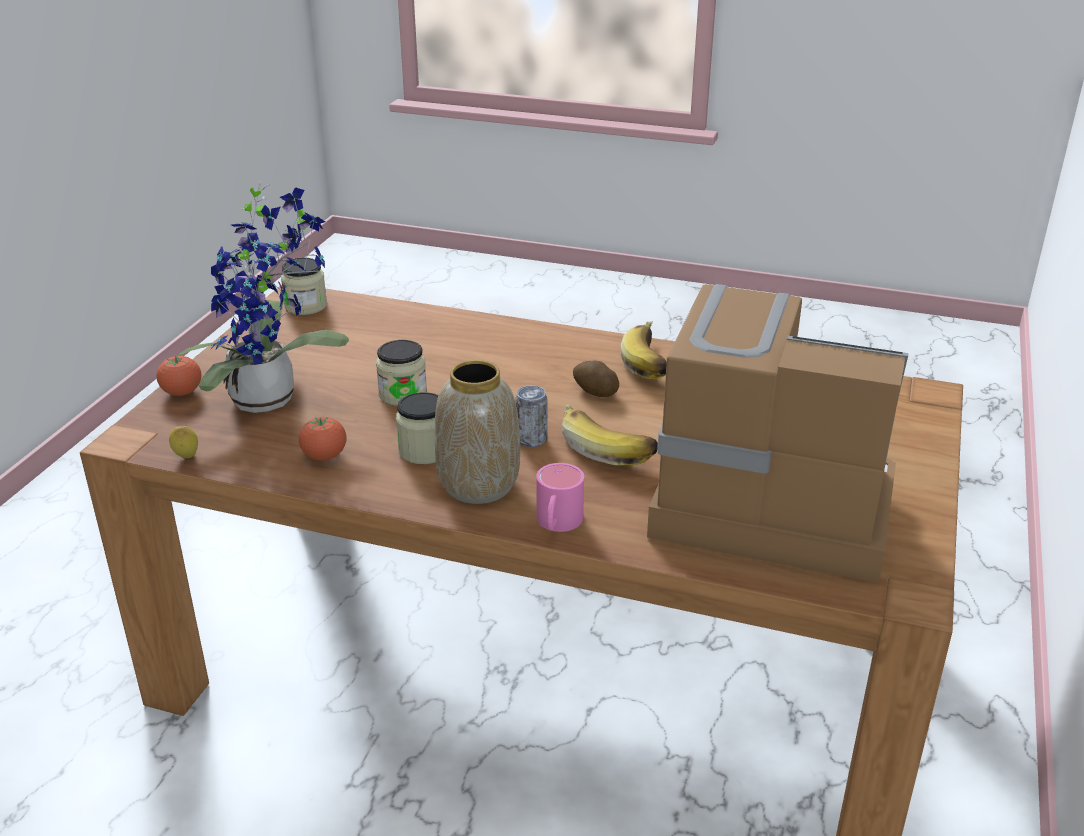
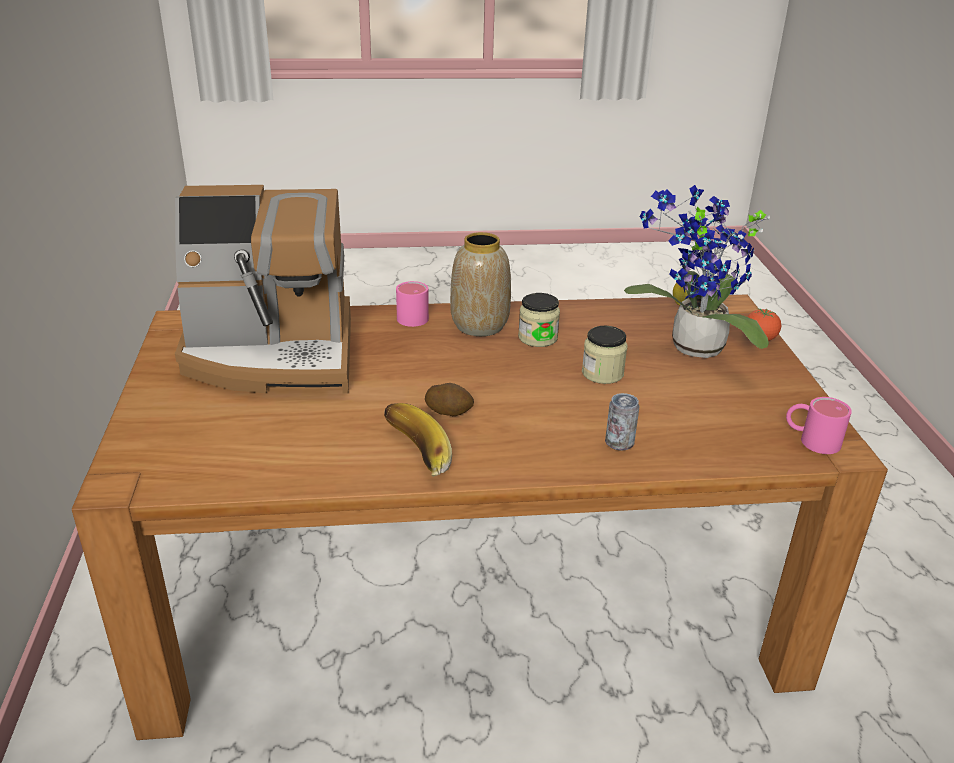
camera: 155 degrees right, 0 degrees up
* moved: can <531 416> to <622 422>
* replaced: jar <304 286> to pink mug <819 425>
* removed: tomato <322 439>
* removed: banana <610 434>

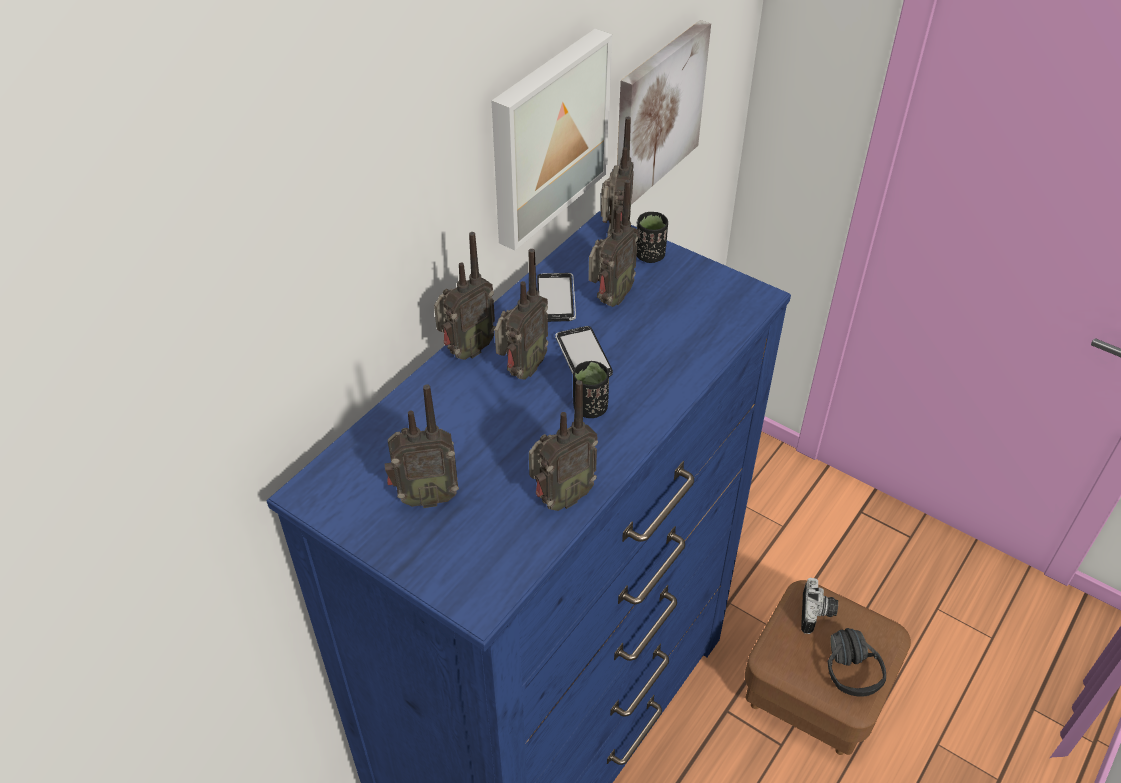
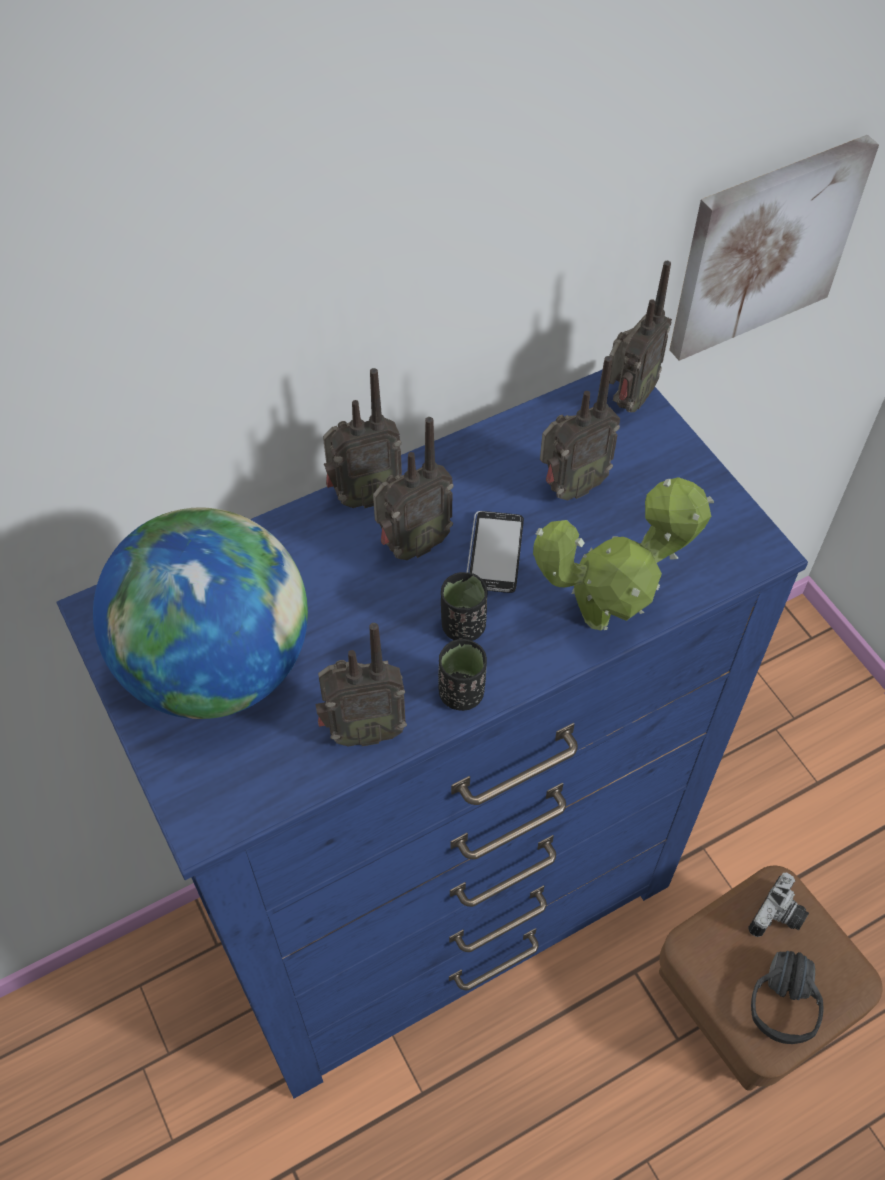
camera: 25 degrees right, 10 degrees up
* replaced: radio <422 446> to globe <200 613>
* moved: black cup <652 237> to <462 675>
* added: potted plant <623 553>
* removed: picture <552 140>
* removed: phone <556 297>

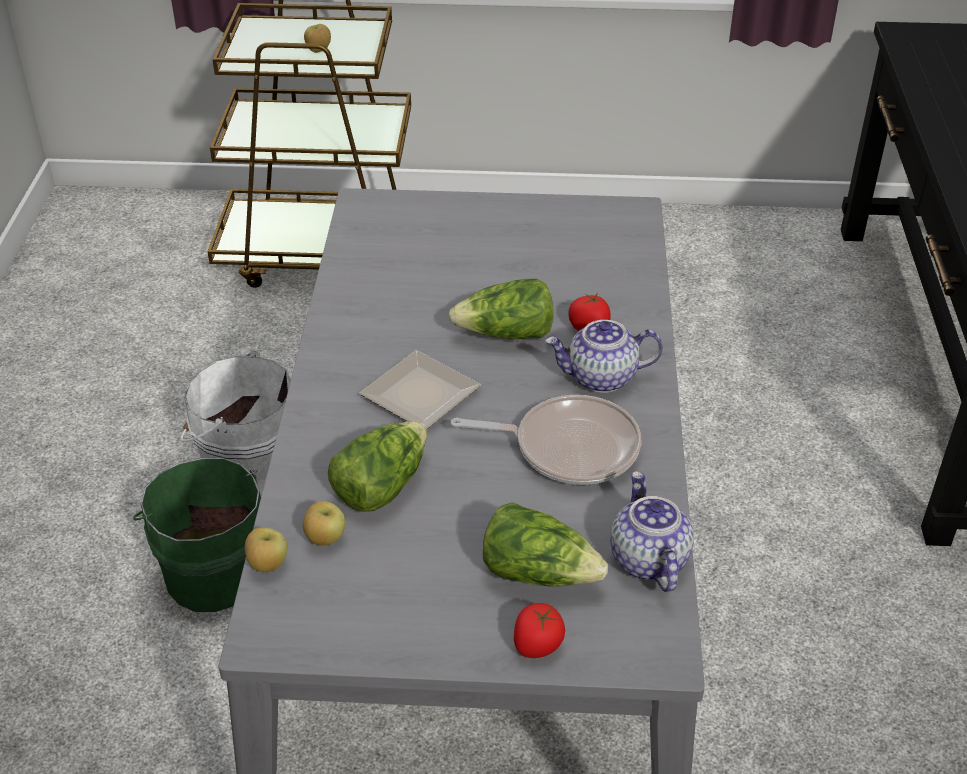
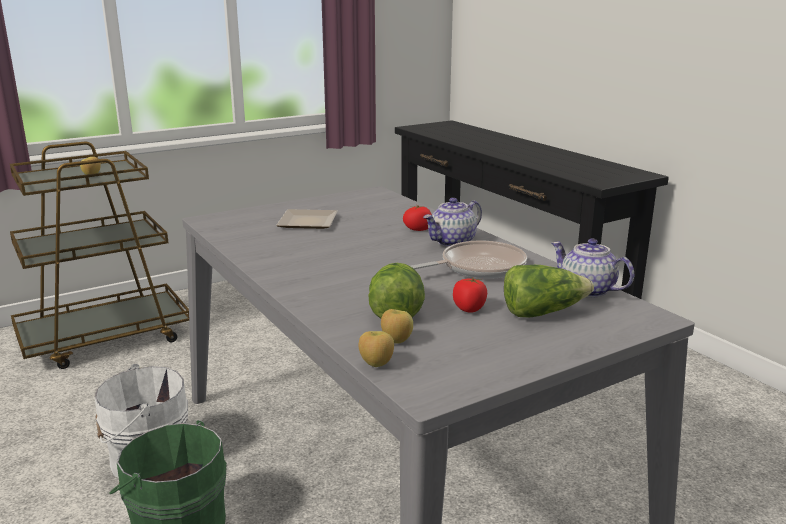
camera: 35 degrees left, 20 degrees down
* moved: plate <420 389> to <306 219>
* moved: tomato <539 630> to <470 295>
* removed: lettuce <500 309>

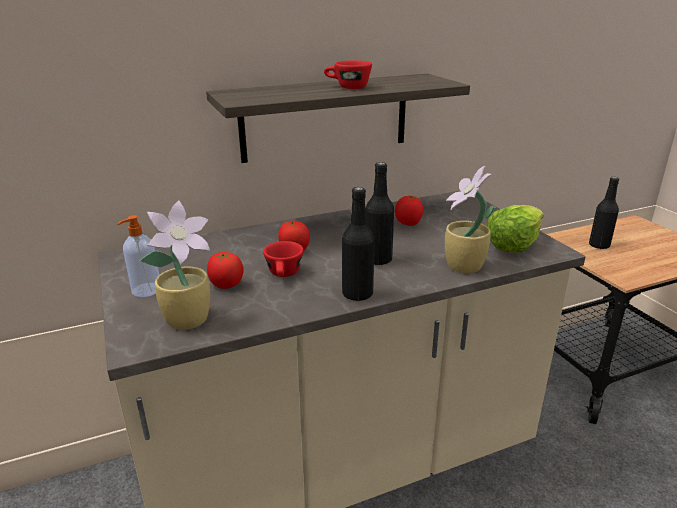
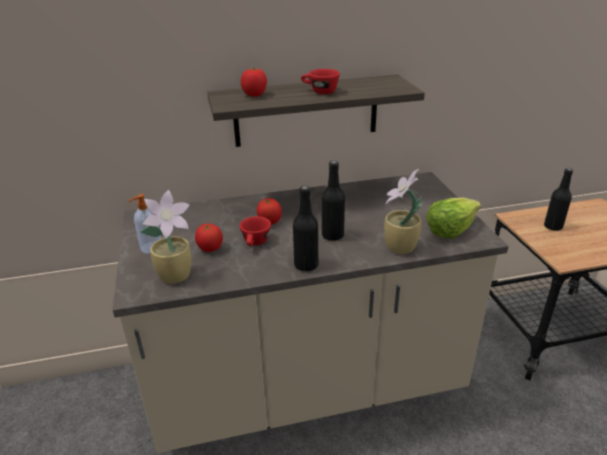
camera: 10 degrees right, 5 degrees up
* moved: tomato <409 211> to <254 82>

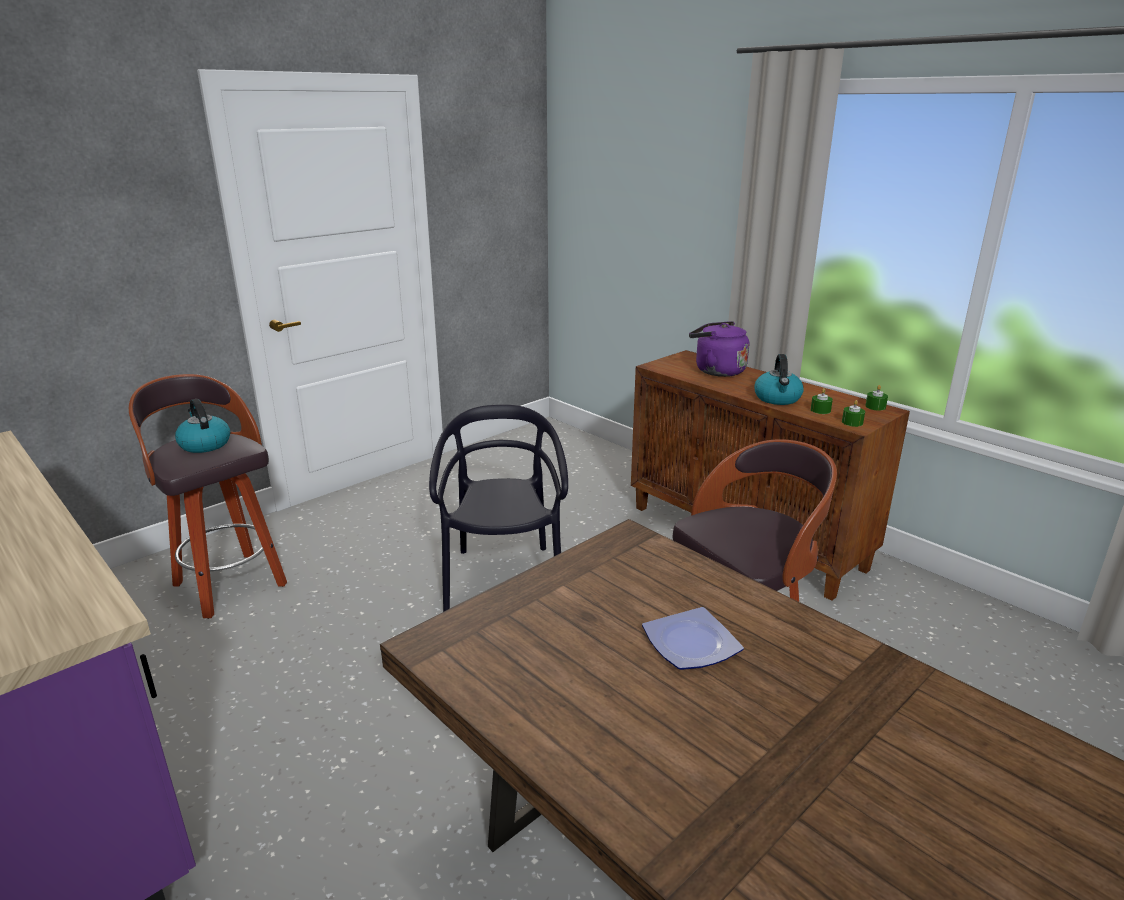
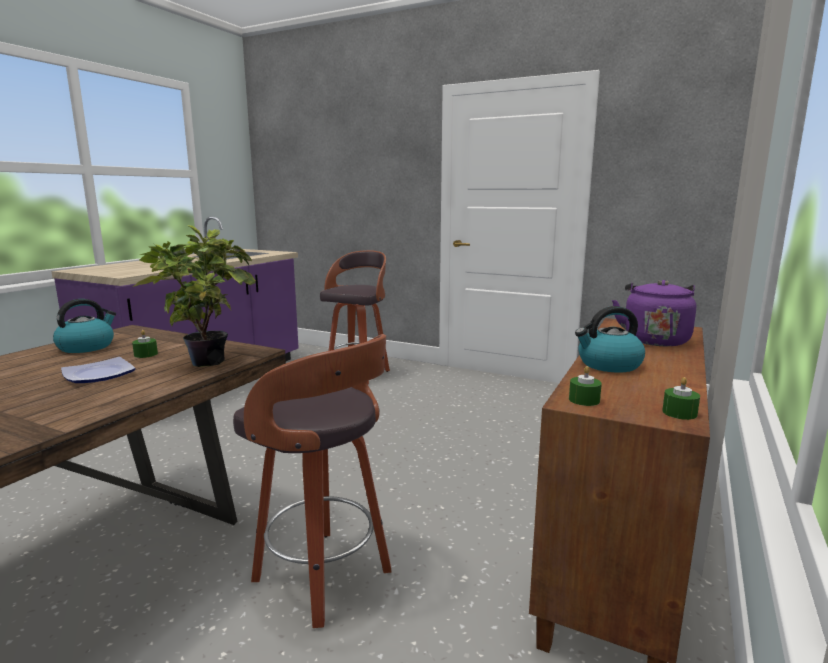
camera: 70 degrees right, 10 degrees down
* moved: kettle <202 426> to <84 326>
* moved: green candle <822 401> to <145 344>
* added: potted plant <194 296>
* removed: black chair <498 508>

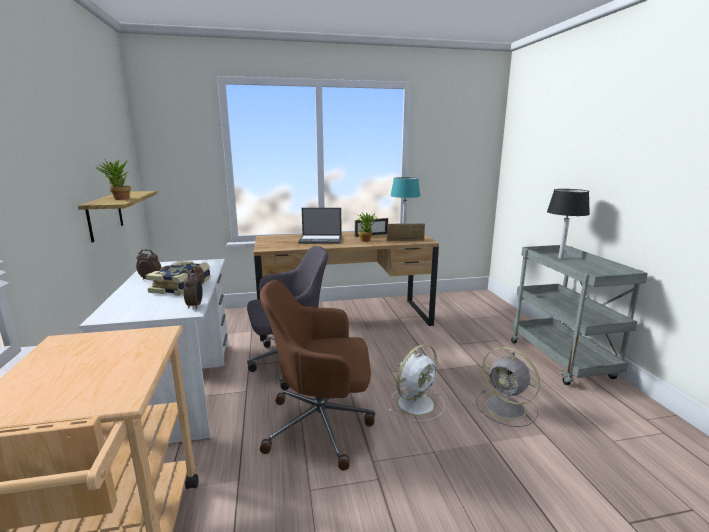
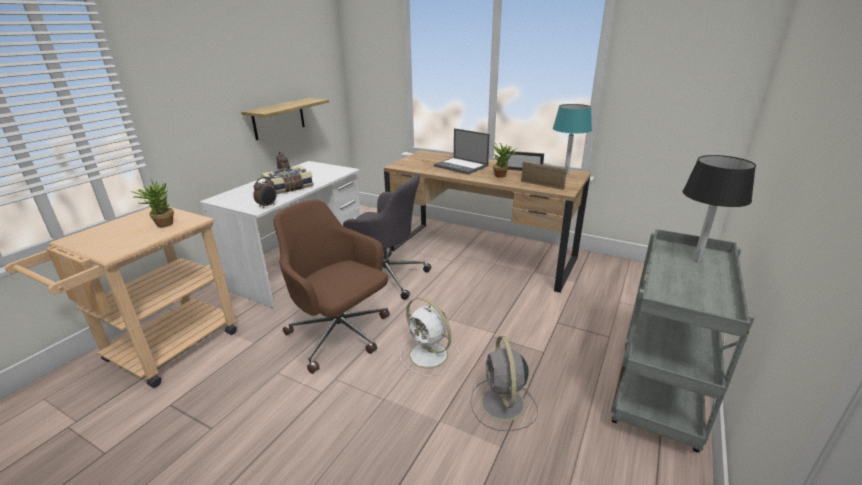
camera: 40 degrees right, 10 degrees up
* moved: potted plant <113 179> to <152 202>
* turned: white fan <416 383> = <430 336> 45 degrees clockwise

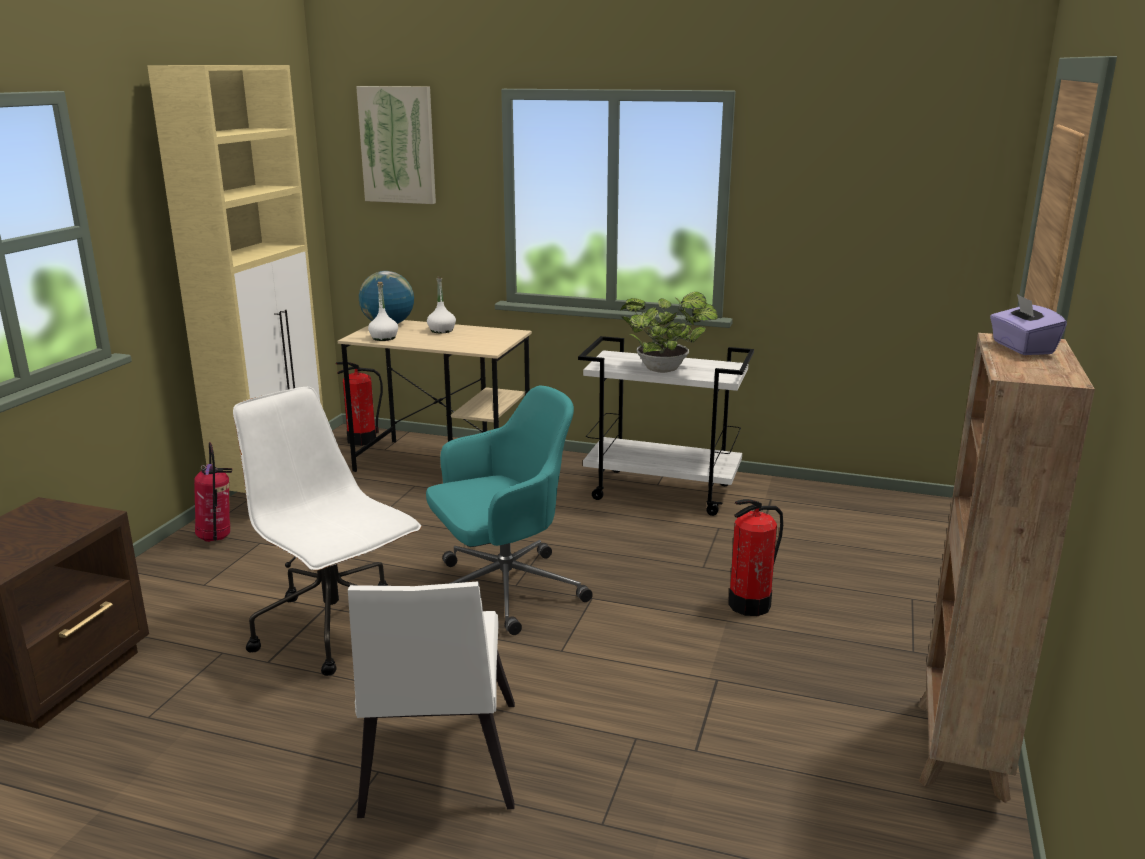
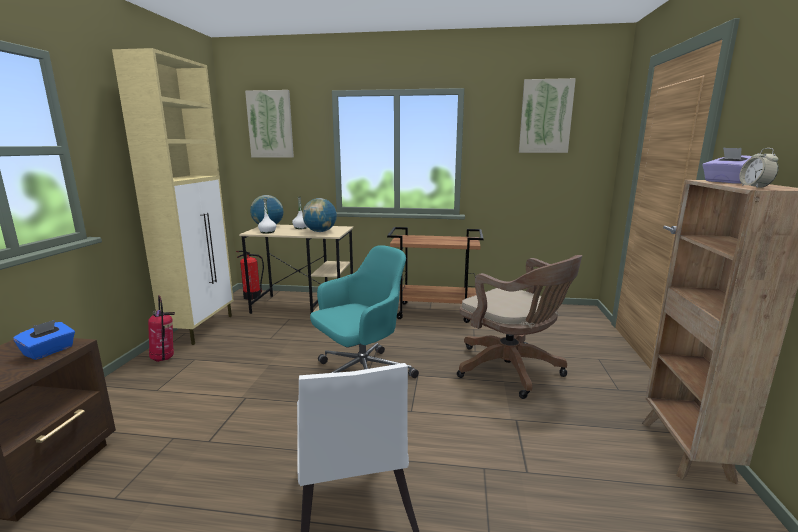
camera: 10 degrees left, 5 degrees down
* added: blue tissue box <44 340>
* added: globe <320 215>
* recoloured: white cart <666 426> to brown cart <435 275>
* replaced: fire extinguisher <755 557> to brown office chair <519 327>
* added: picture <547 115>
* added: alarm clock <759 168>
* removed: white office chair <327 531>
* removed: potted plant <669 332>

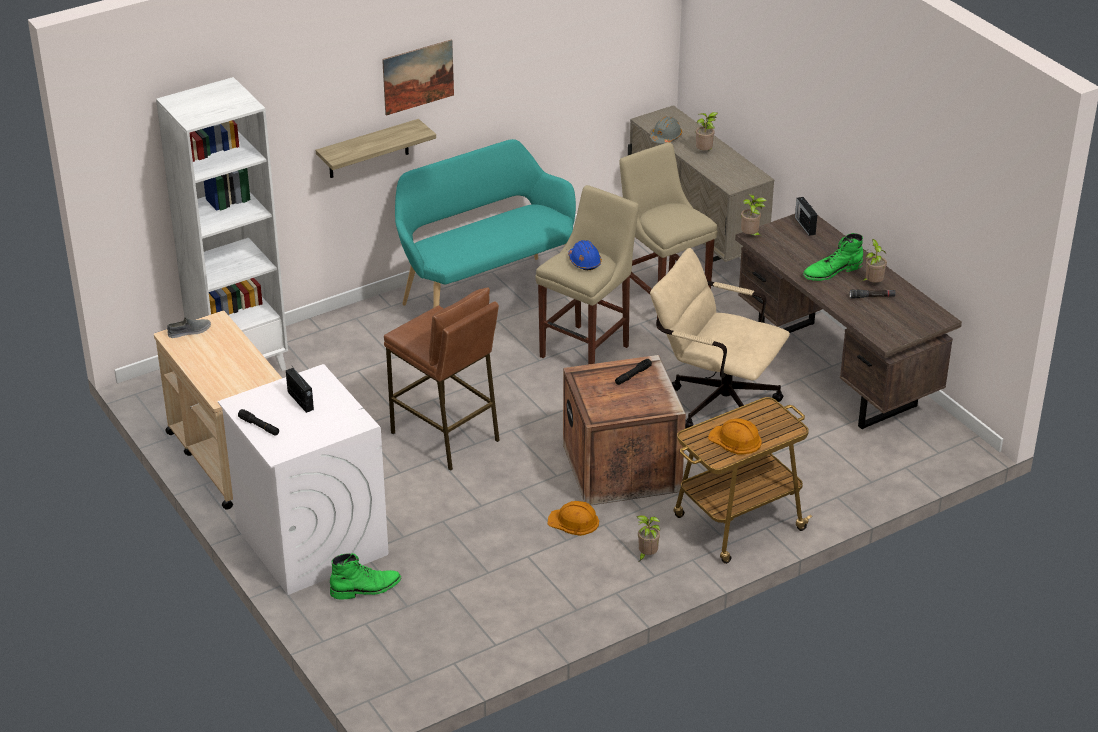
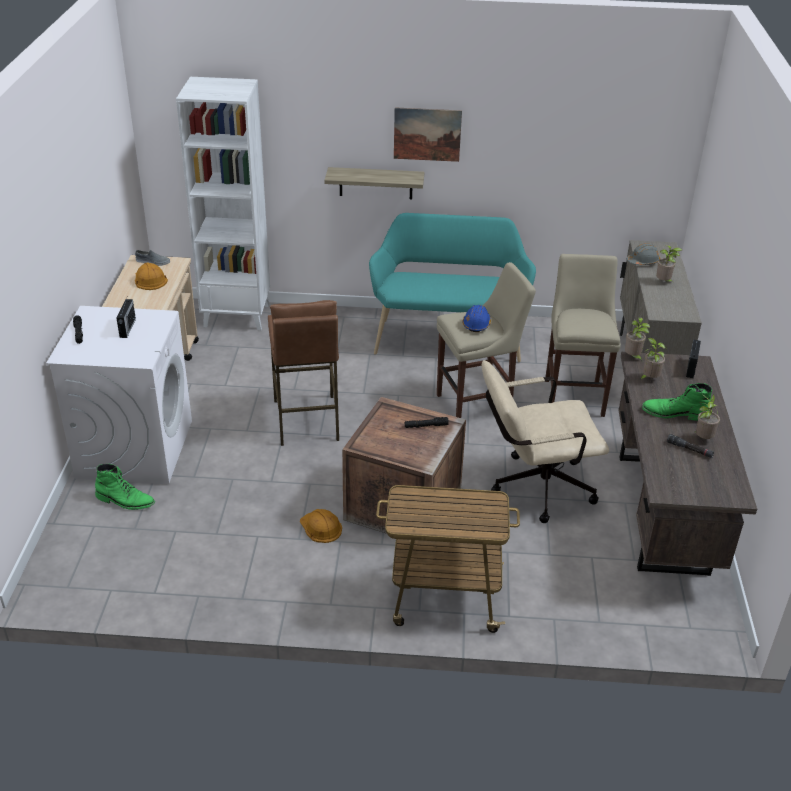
camera: 35 degrees right, 0 degrees up
* moved: orange hard hat <735 436> to <151 276>
* turned: beige office chair <720 338> = <545 441> 75 degrees counterclockwise
* moved: potted plant <648 538> to <653 359>

